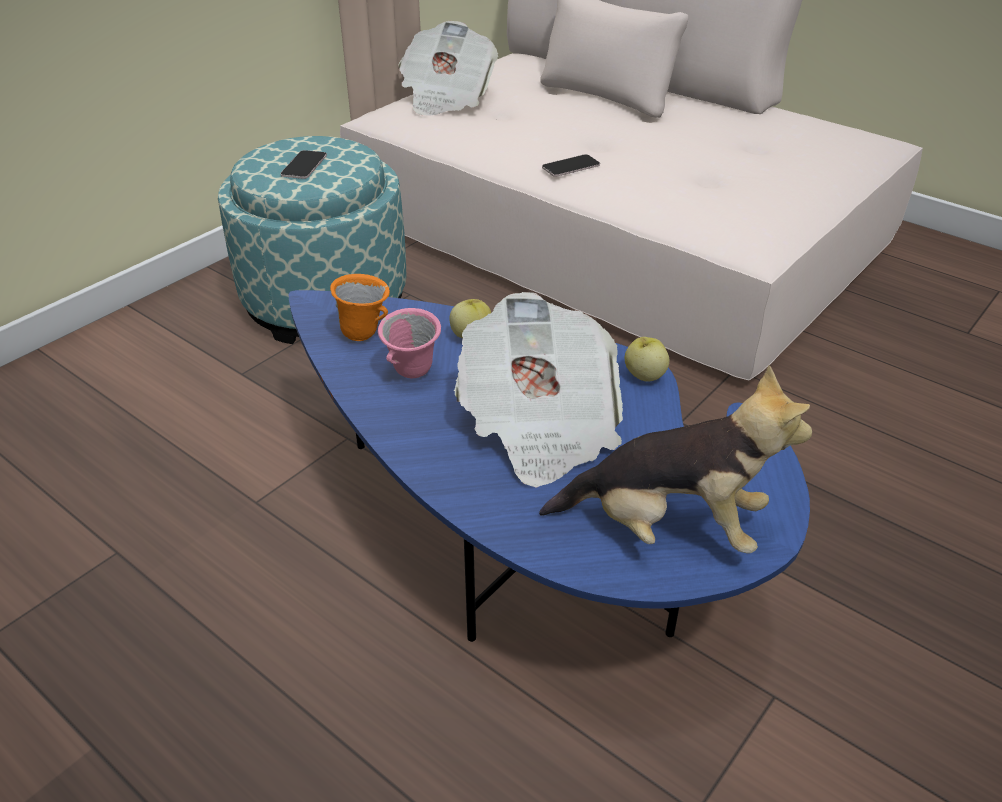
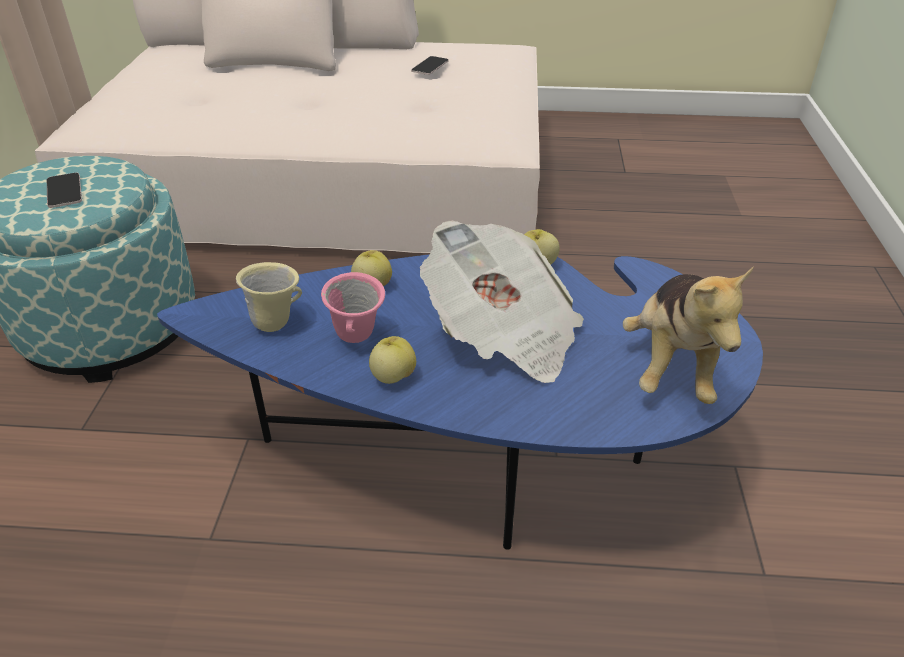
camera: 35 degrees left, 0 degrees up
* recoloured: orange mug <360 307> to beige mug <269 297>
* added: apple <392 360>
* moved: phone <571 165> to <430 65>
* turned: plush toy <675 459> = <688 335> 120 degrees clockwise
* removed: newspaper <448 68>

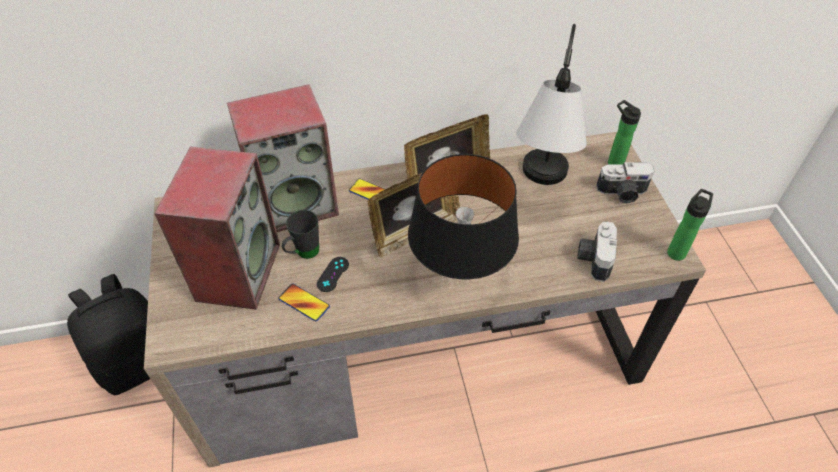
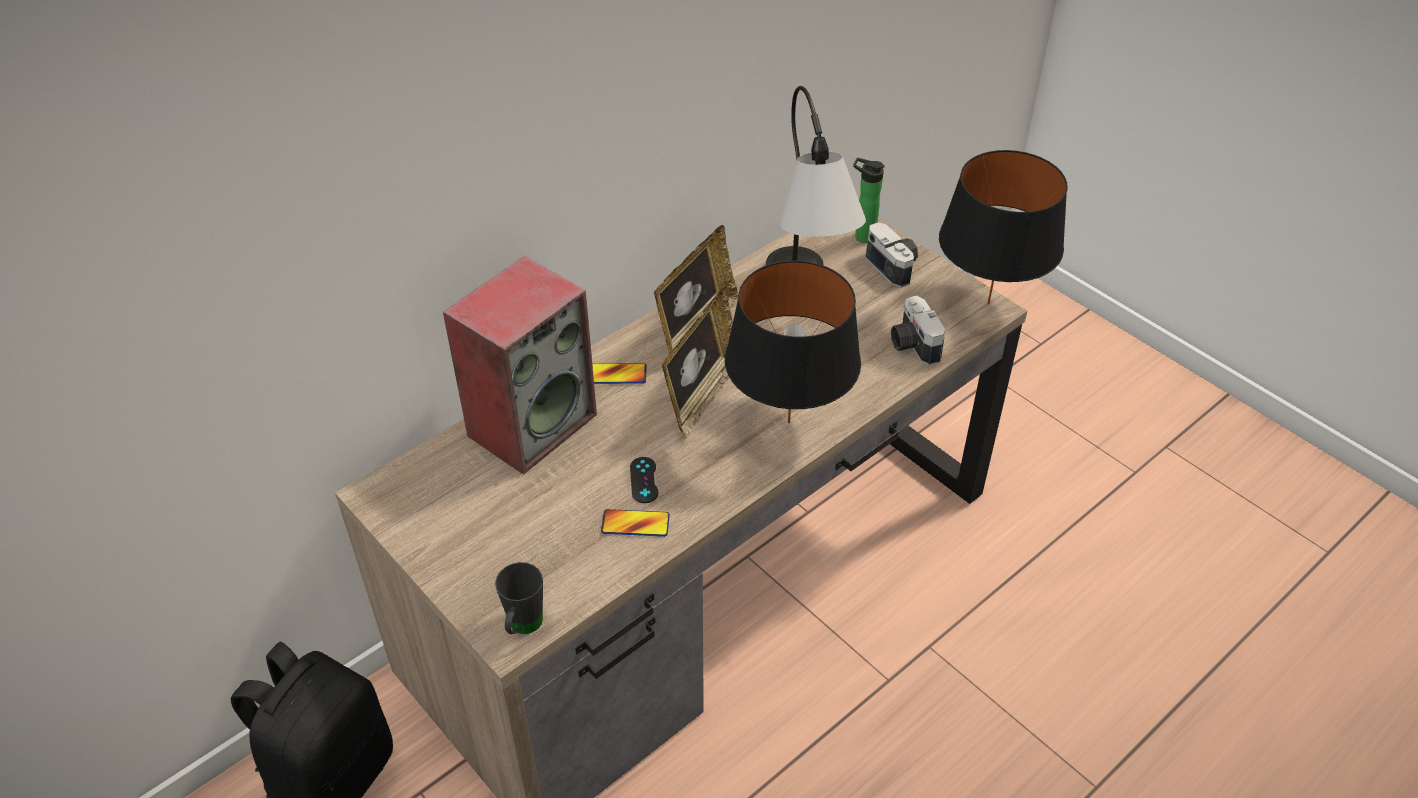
camera: 30 degrees left, 5 degrees down
* moved: black mug <300 234> to <519 598>
* turned: photo camera <625 183> = <892 255> 90 degrees counterclockwise
* replaced: bottle <690 225> to black table lamp <1003 227>
* removed: speaker <217 228>

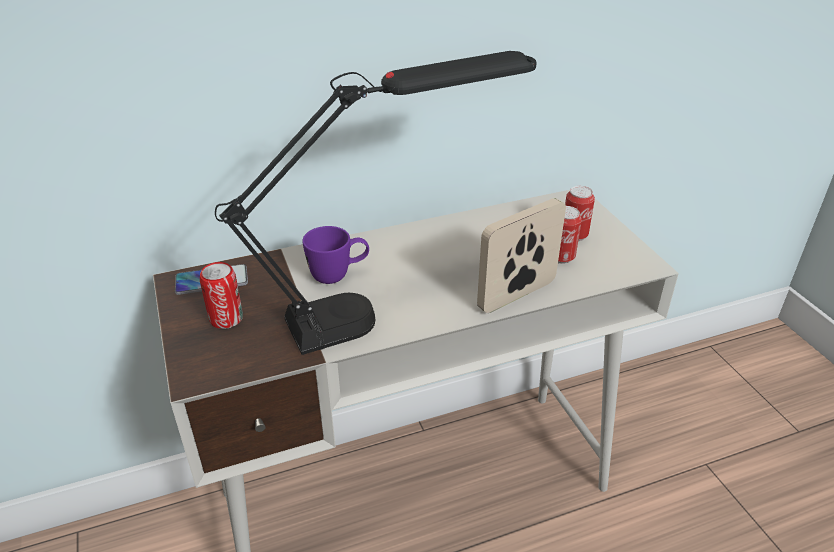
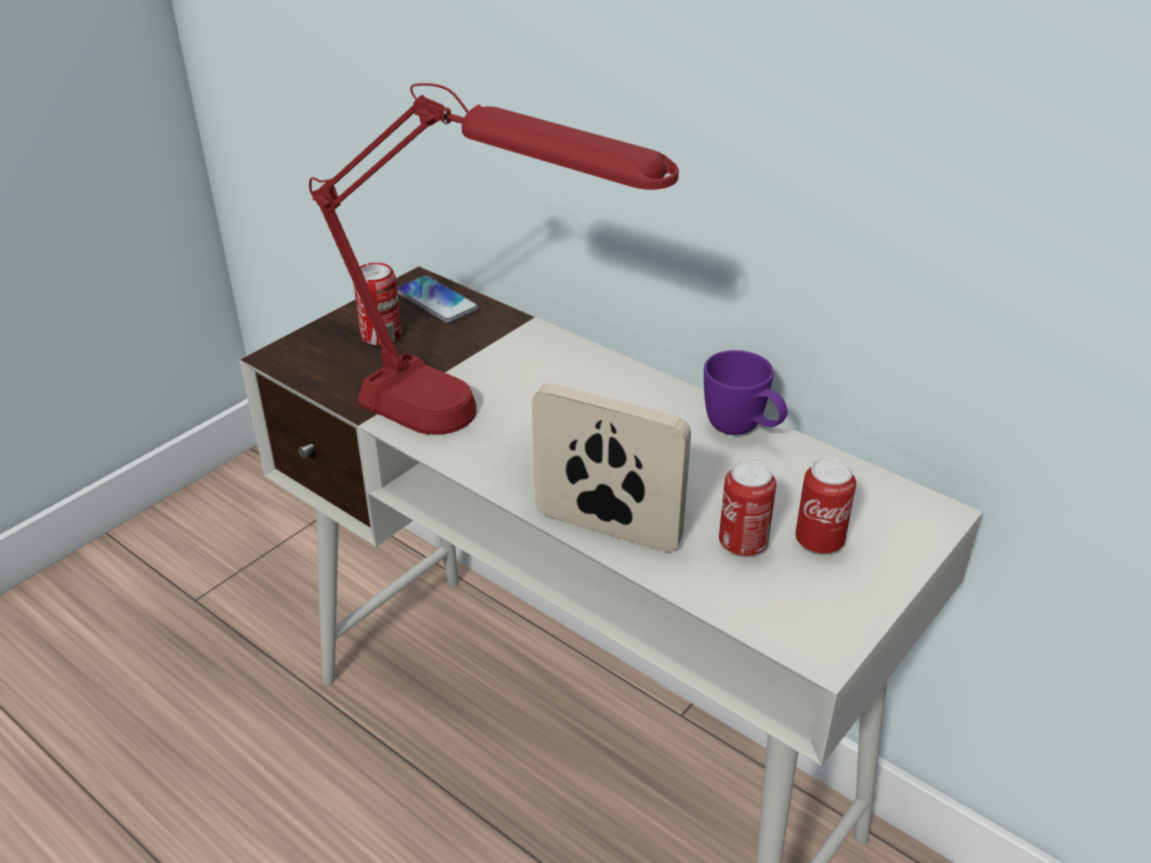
camera: 60 degrees right, 0 degrees up
* recoloured: black table lamp <376 203> to red table lamp <494 259>
* moved: purple mug <335 255> to <746 392>

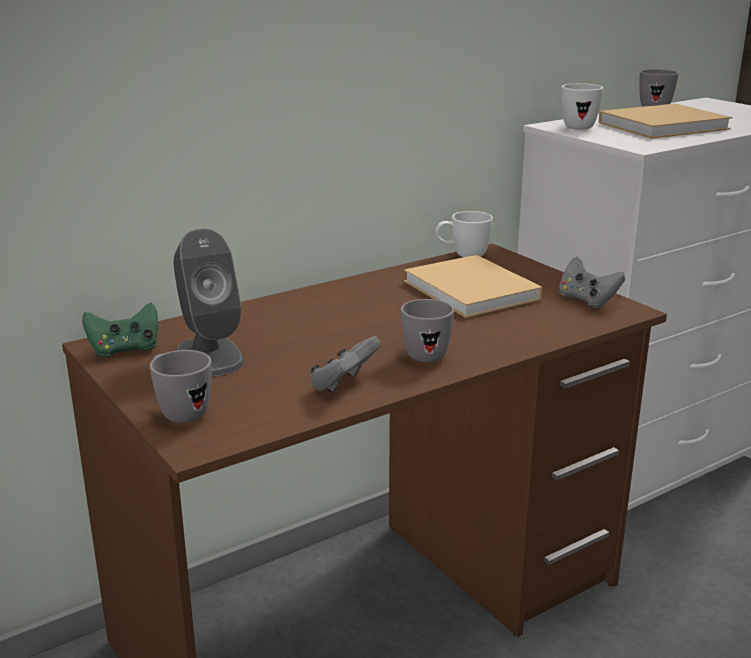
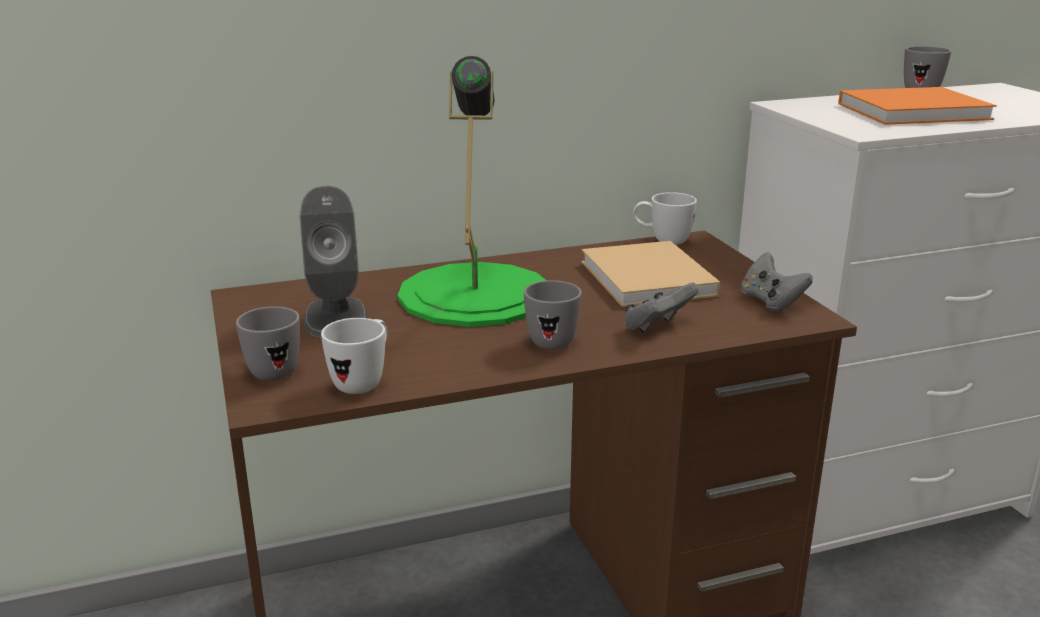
camera: 15 degrees right, 0 degrees up
* moved: white mug <582 106> to <354 356>
* added: green table lamp <472 191>
* moved: grey game controller <345 364> to <661 307>
* recoloured: beige book <665 121> to orange book <917 106>
* removed: green game controller <120 329>

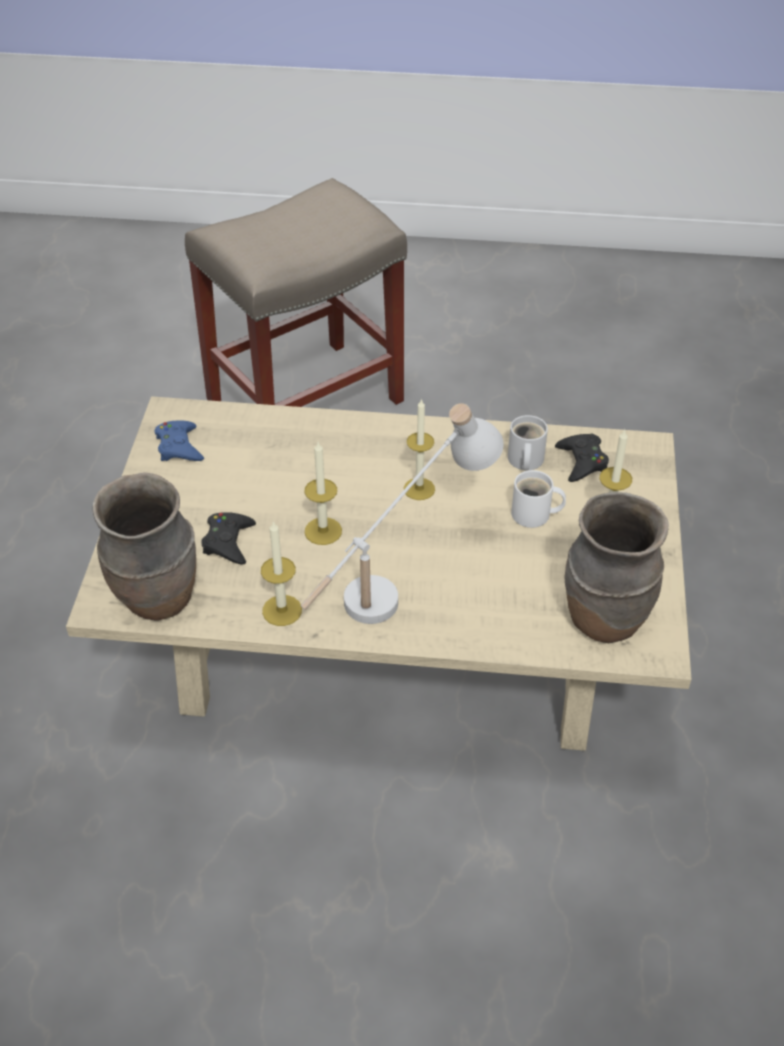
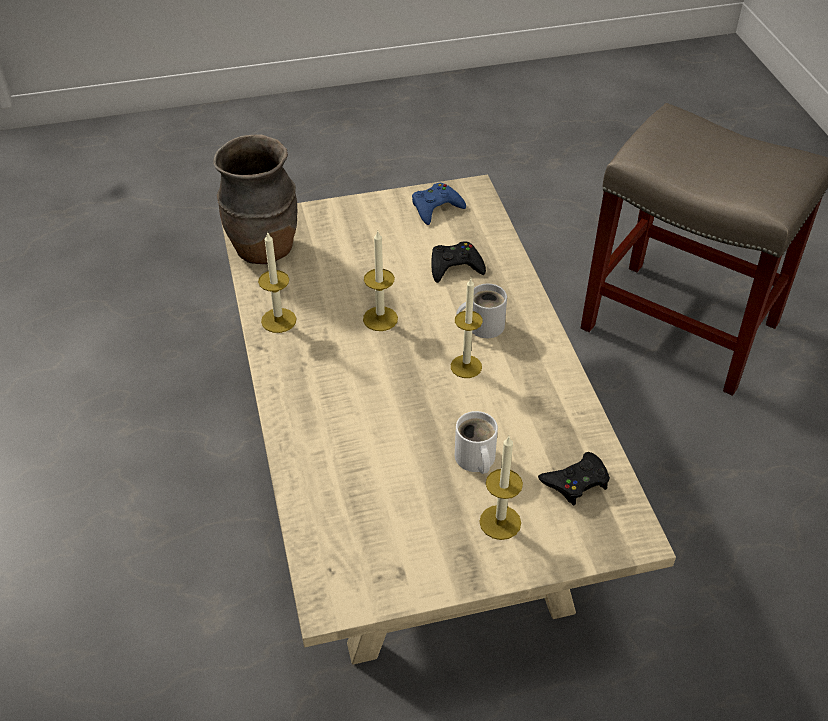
camera: 70 degrees right, 0 degrees up
* moved: black game controller <228 538> to <458 262>
* moved: white mug <528 442> to <481 311>
* removed: white table lamp <402 513>
* removed: brown vase <616 567>

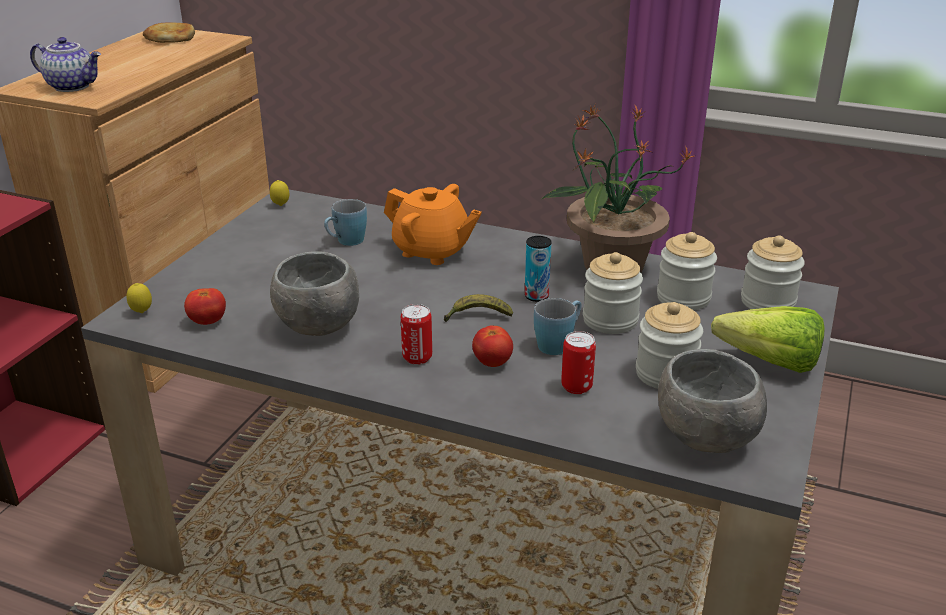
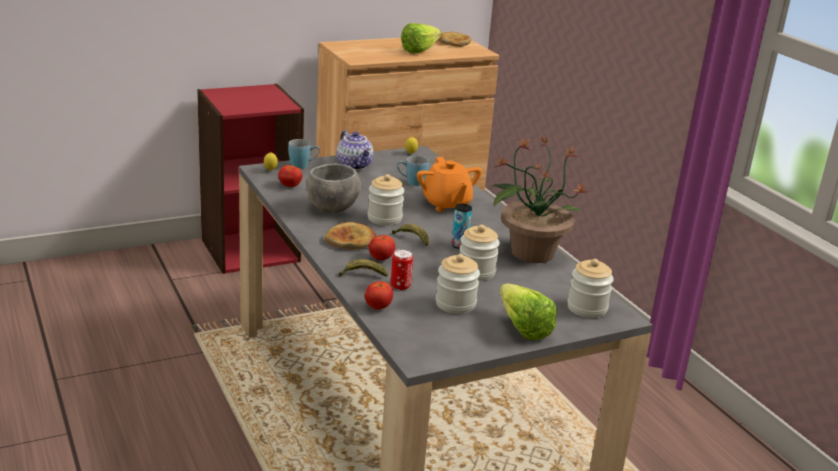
camera: 40 degrees right, 5 degrees down
* moved: blue mug <558 326> to <304 154>
* replaced: can <416 334> to bread <350 236>
* moved: teapot <65 64> to <355 150>
* added: banana <363 268>
* added: tomato <379 295>
* moved: jar <687 271> to <386 199>
* added: lettuce <421 38>
* removed: grey bowl <712 401>

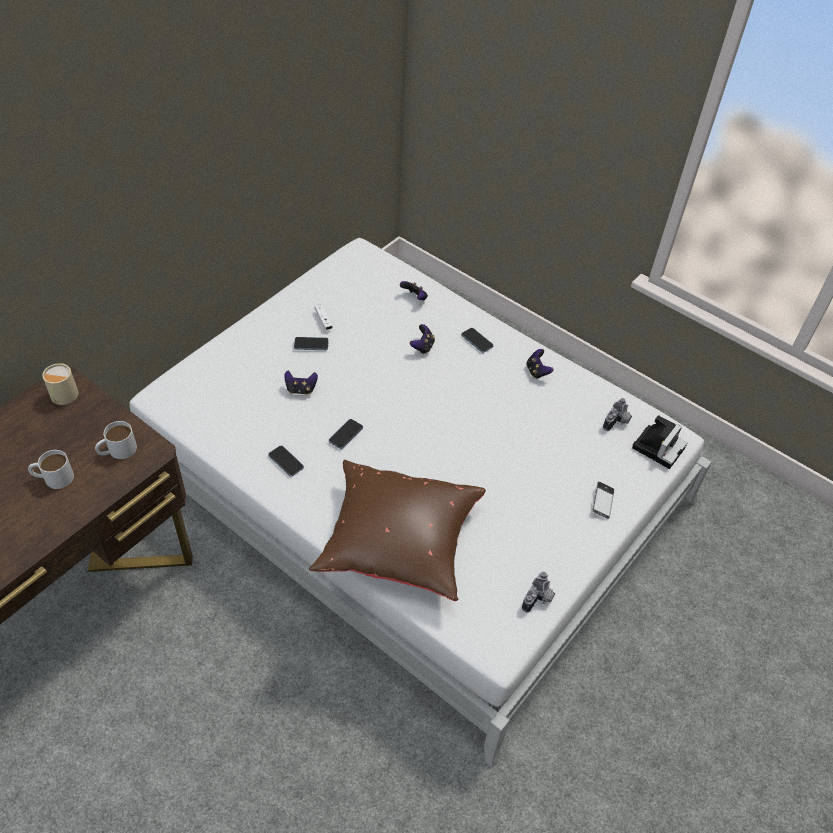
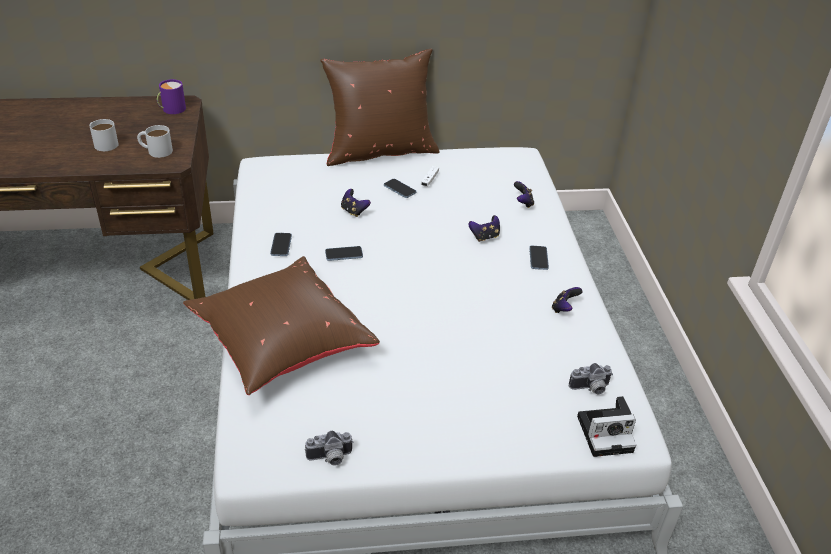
camera: 45 degrees right, 10 degrees down
* recoloured: beige mug <60 384> to purple mug <171 96>
* added: brown pillow <380 107>
* removed: phone <603 500>

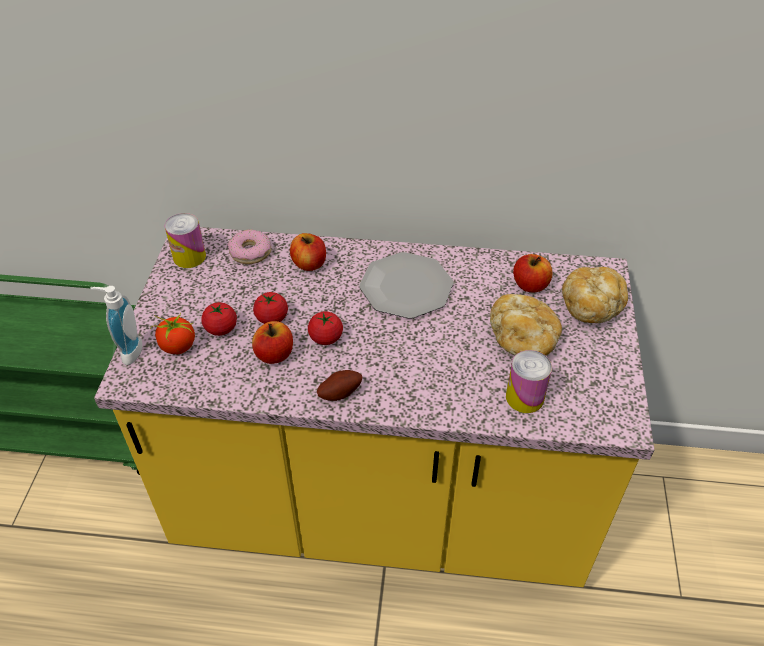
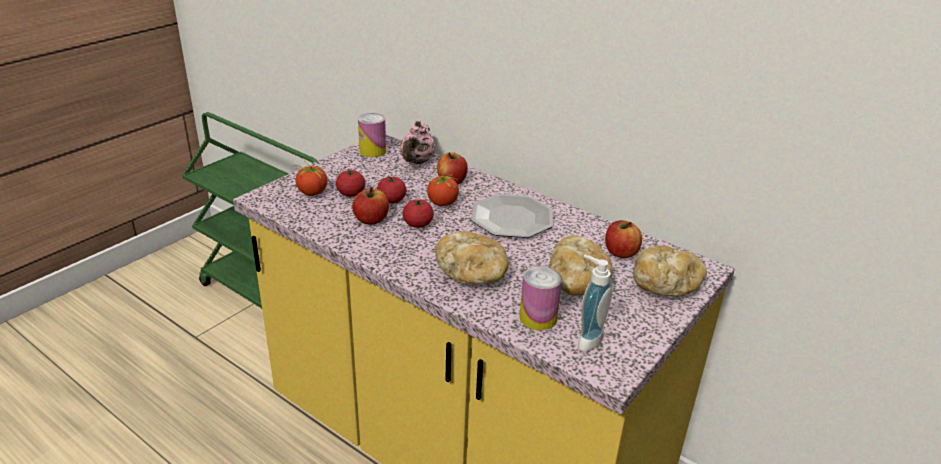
camera: 30 degrees right, 15 degrees down
* replaced: donut <249 246> to pink teapot <417 141>
* added: tomato <442 190>
* added: bread <472 258>
* moved: soap dispenser <116 325> to <595 303>
* removed: potato <339 385>

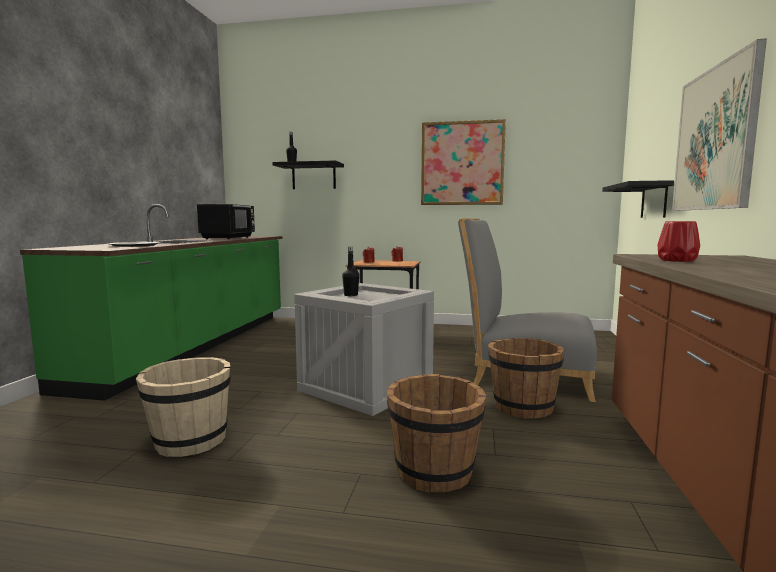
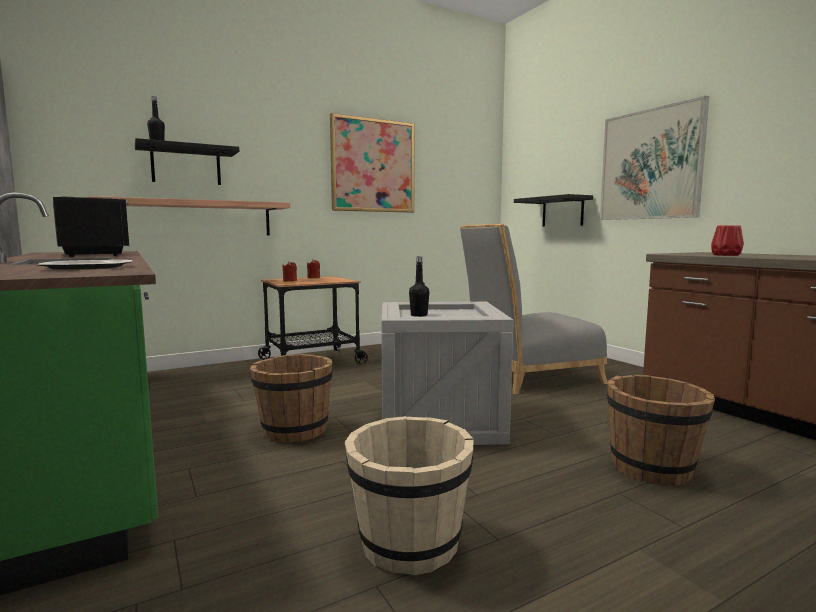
camera: 40 degrees left, 0 degrees up
* added: shelf <189 215>
* moved: brown bucket <526 378> to <291 398>

